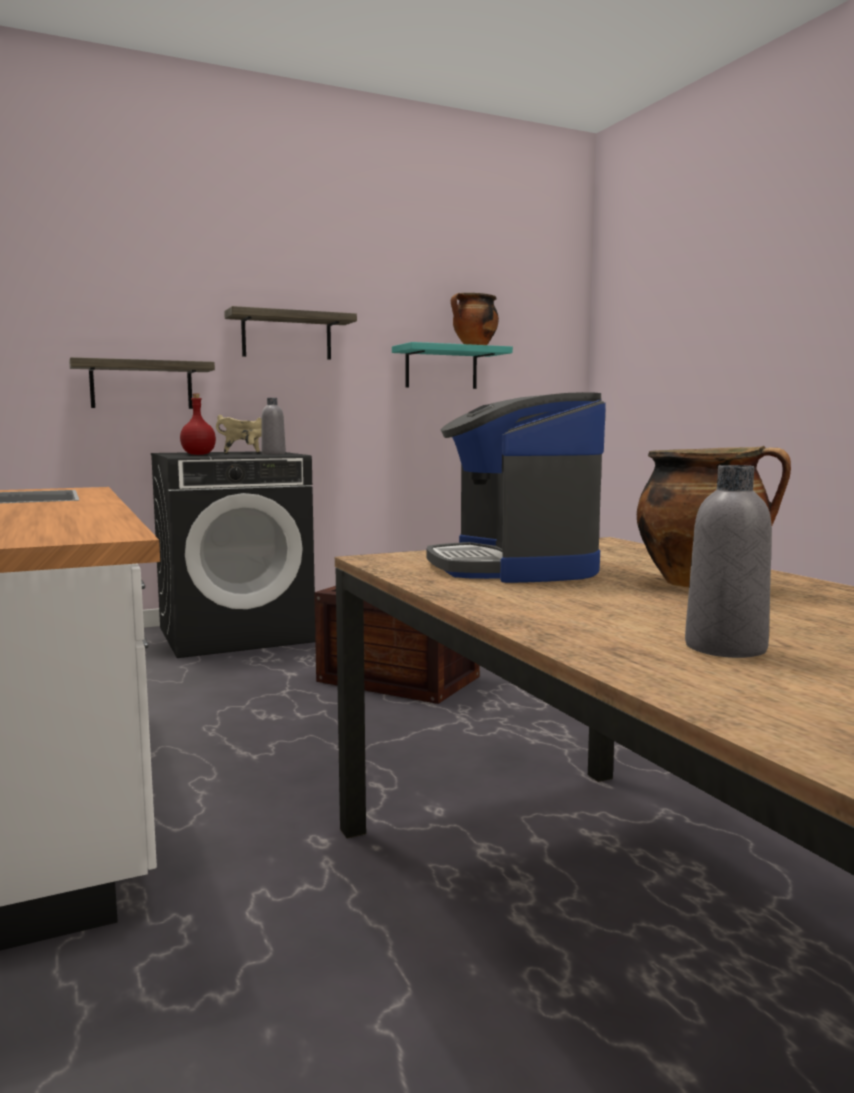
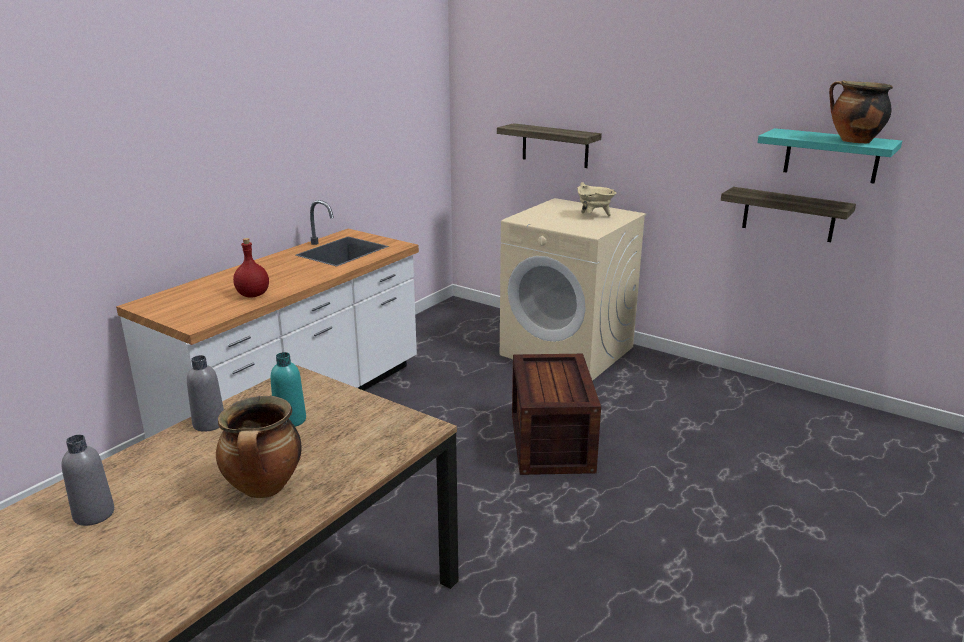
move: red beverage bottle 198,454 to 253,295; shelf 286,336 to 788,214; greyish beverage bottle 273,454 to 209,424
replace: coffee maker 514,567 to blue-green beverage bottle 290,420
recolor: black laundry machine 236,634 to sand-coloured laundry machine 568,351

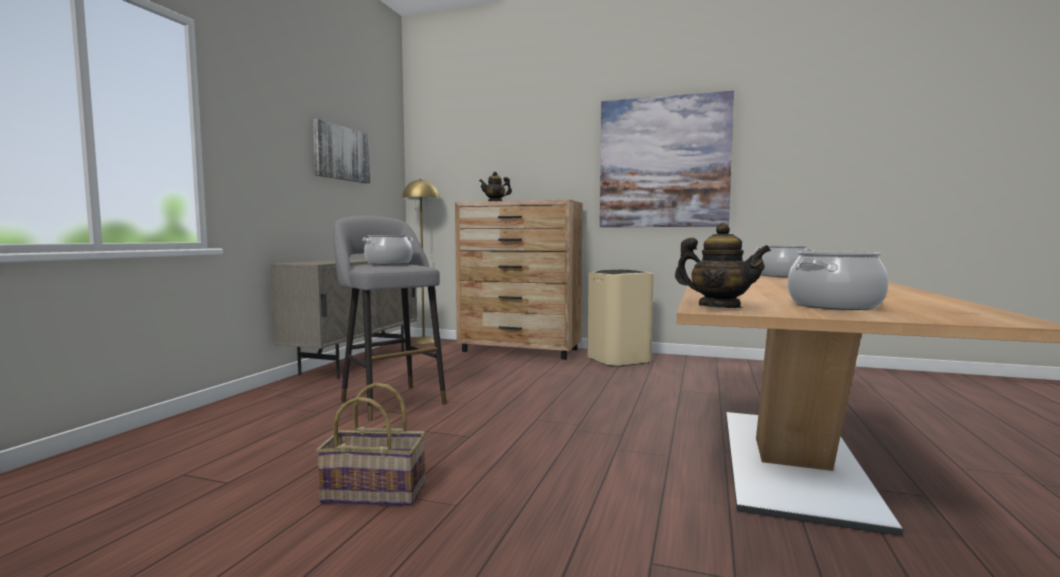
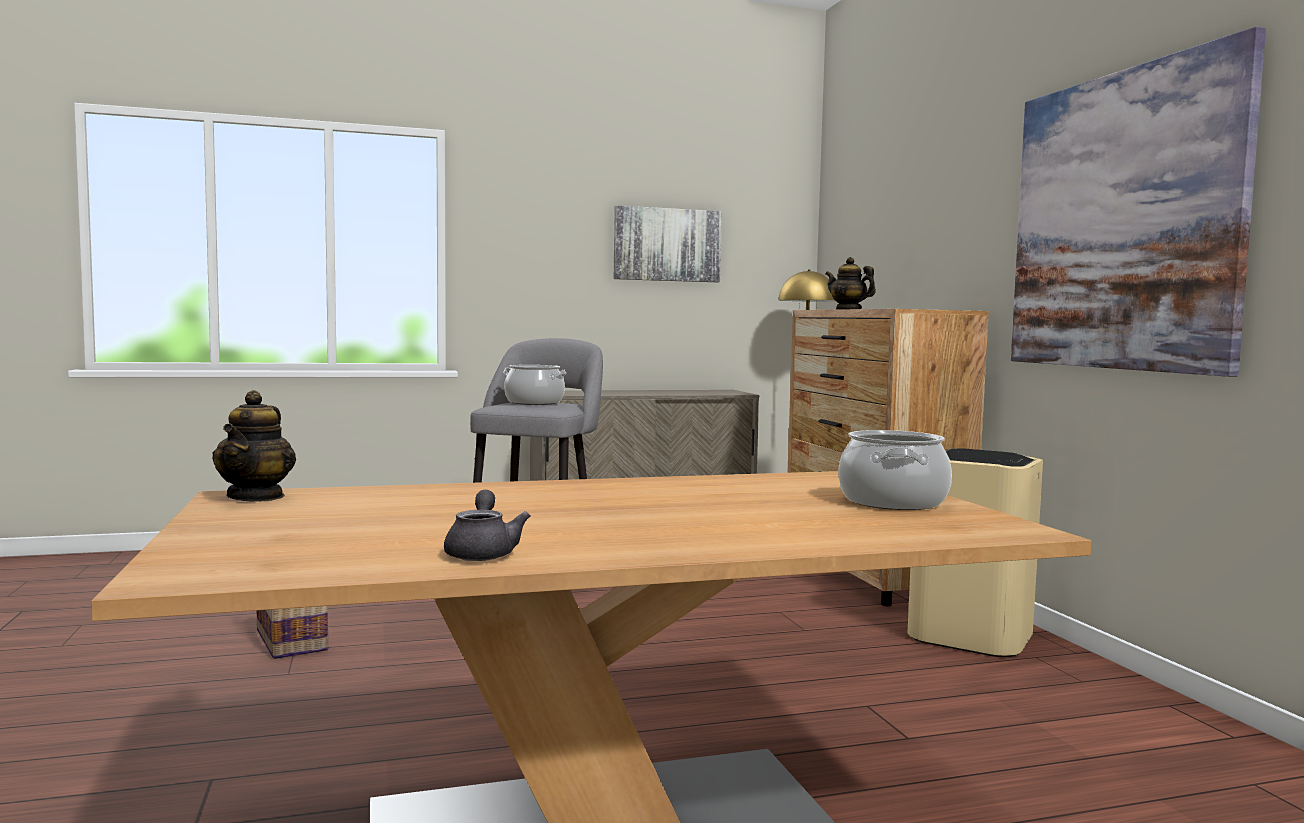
delete: saucepot 834,305
insert: greyish teapot 483,552

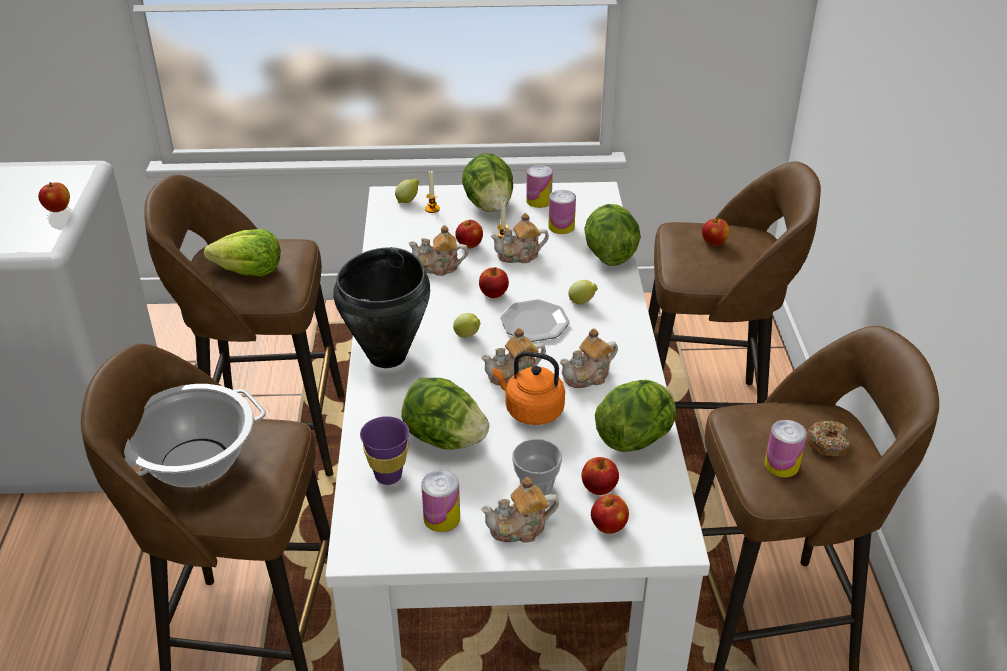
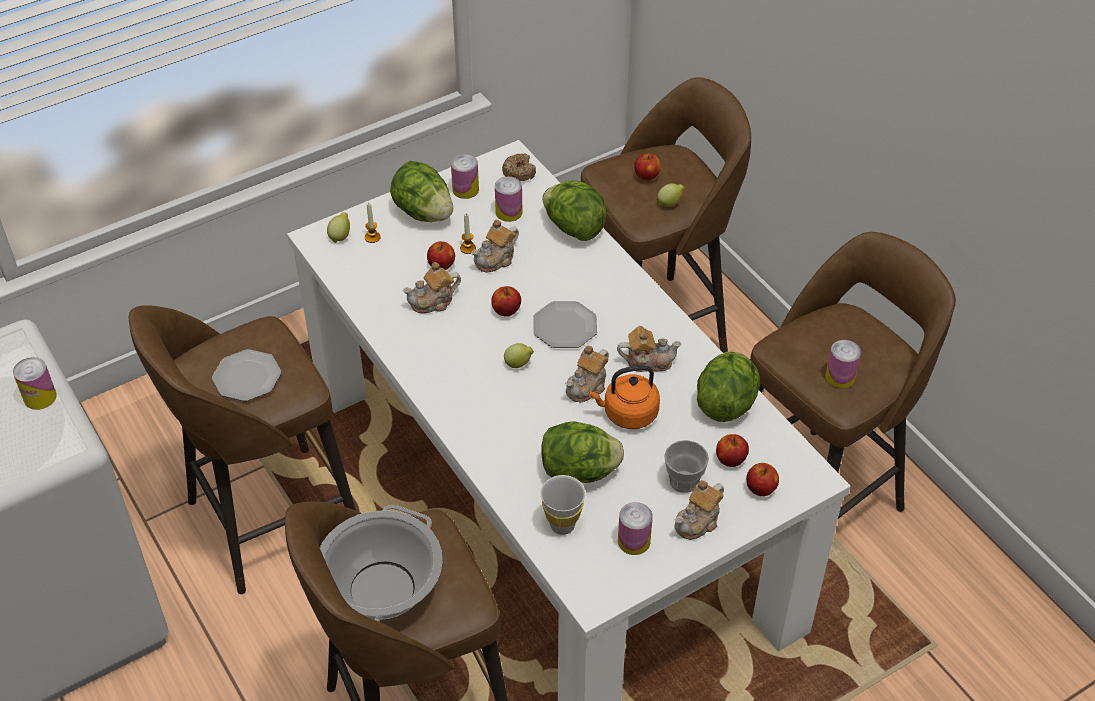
delete: black saucepot 388,356
move: citrus fruit 582,302 to 670,203; ring doughnut 827,444 to 519,172
replace: apple 58,209 to sealed can 40,397; lettuce 249,271 to dinner plate 247,377
recolor: purple drinking cup 388,476 to whitish drinking cup 562,525
rotate: teapot 588,376 = 648,361 120 degrees counterclockwise

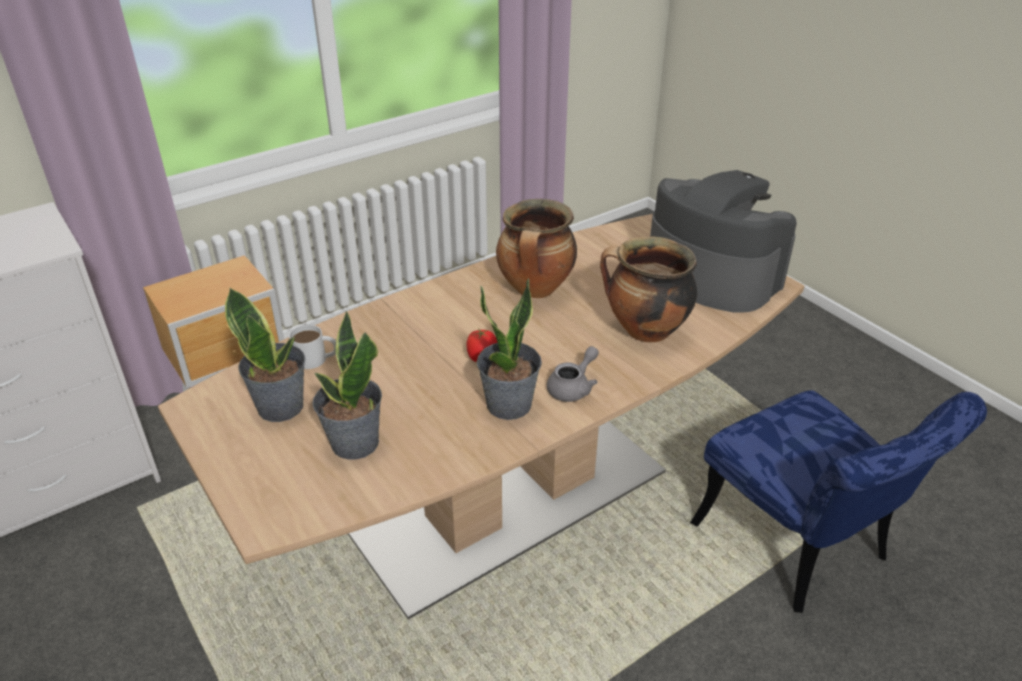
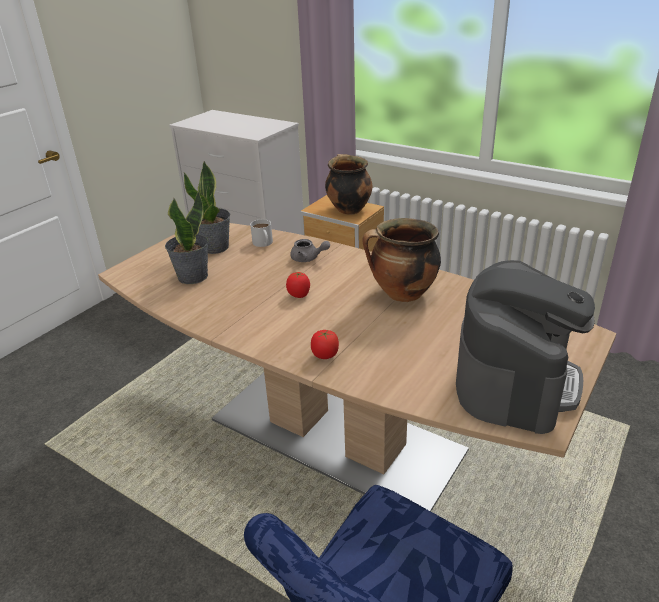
delete: houseplant 509,405
insert: whole tomato 325,355
move: greyish teapot 573,388 to 308,259; saucepot 644,331 to 348,209

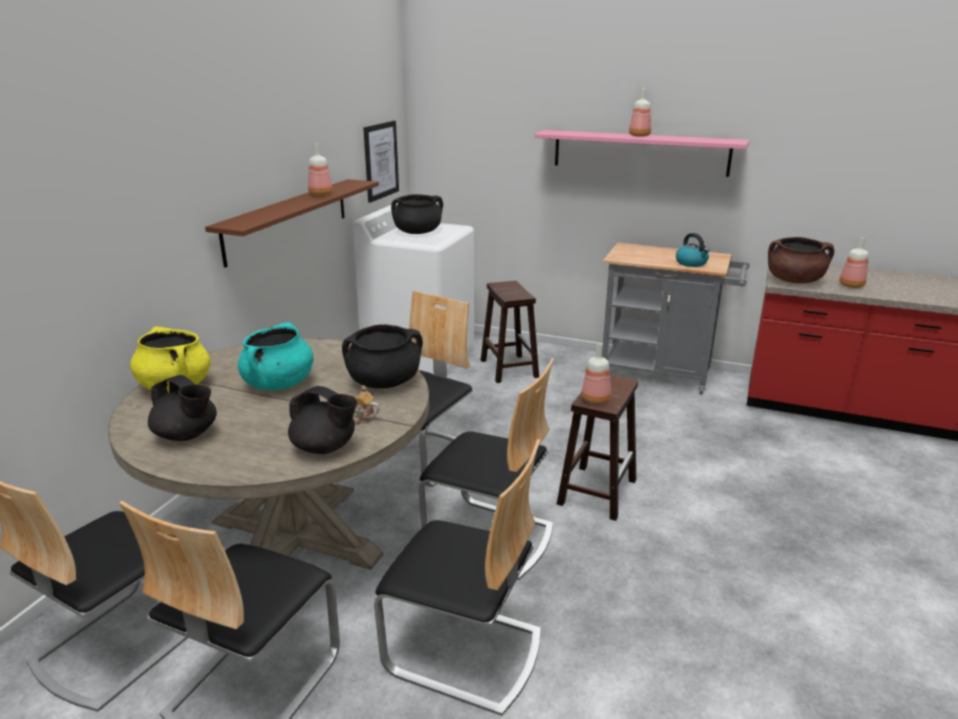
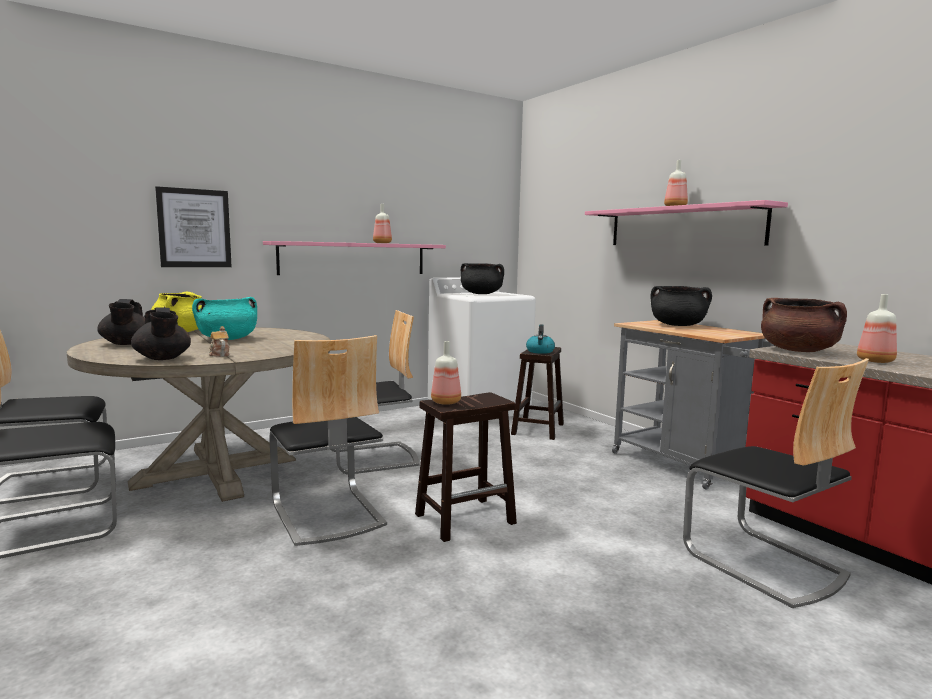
move: black saucepot 384,382 to 678,325; wall picture 380,160 to 194,228; chair 464,652 to 763,563; water kettle 691,263 to 540,351
recolor: brown shelf 288,219 to pink-coloured shelf 354,258

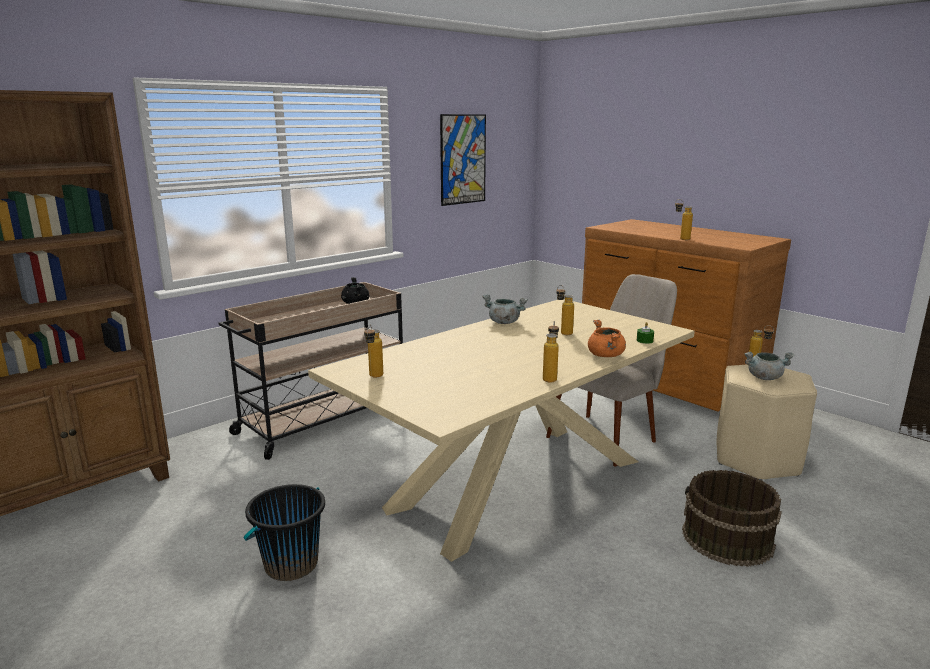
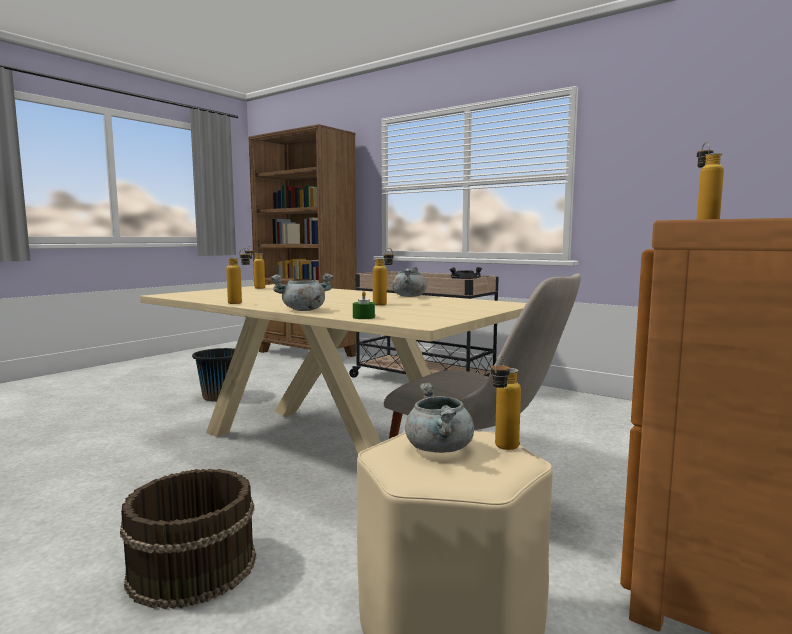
delete: wall picture 463,159
recolor: orangey saucepot 606,355 to greyish saucepot 303,310

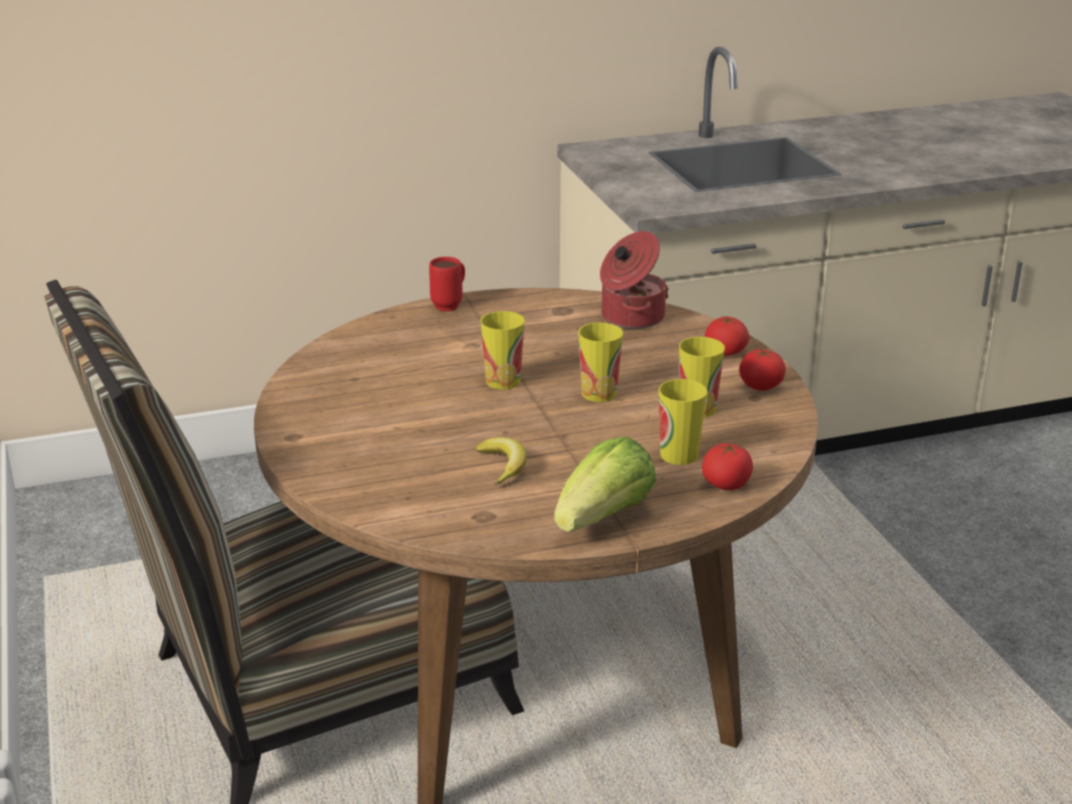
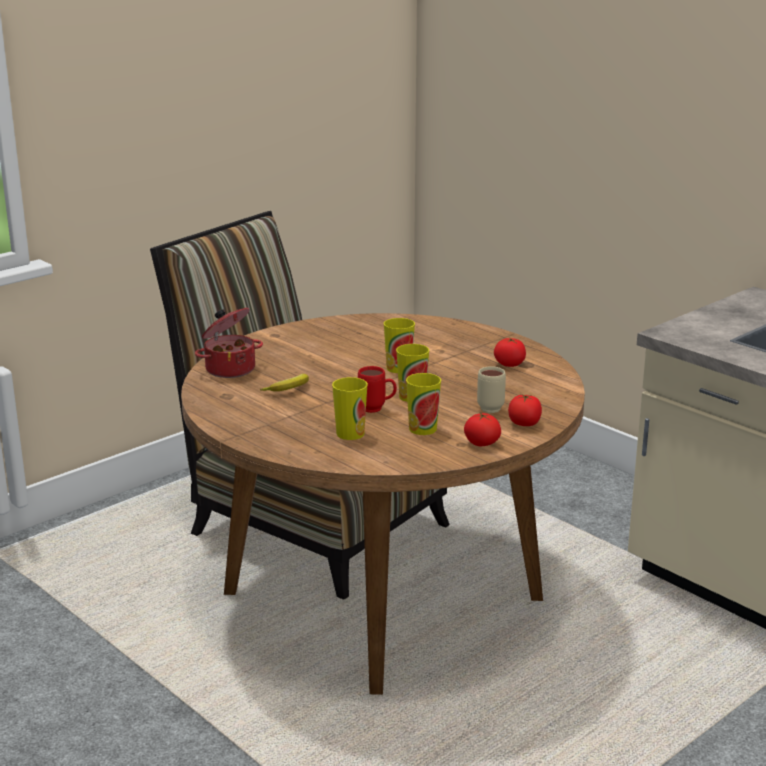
delete: lettuce 604,517
insert: sand-coloured tea mug 488,407
move: red tea mug 451,305 to 377,409; saucepot 630,317 to 229,369; whole tomato 726,484 to 509,364

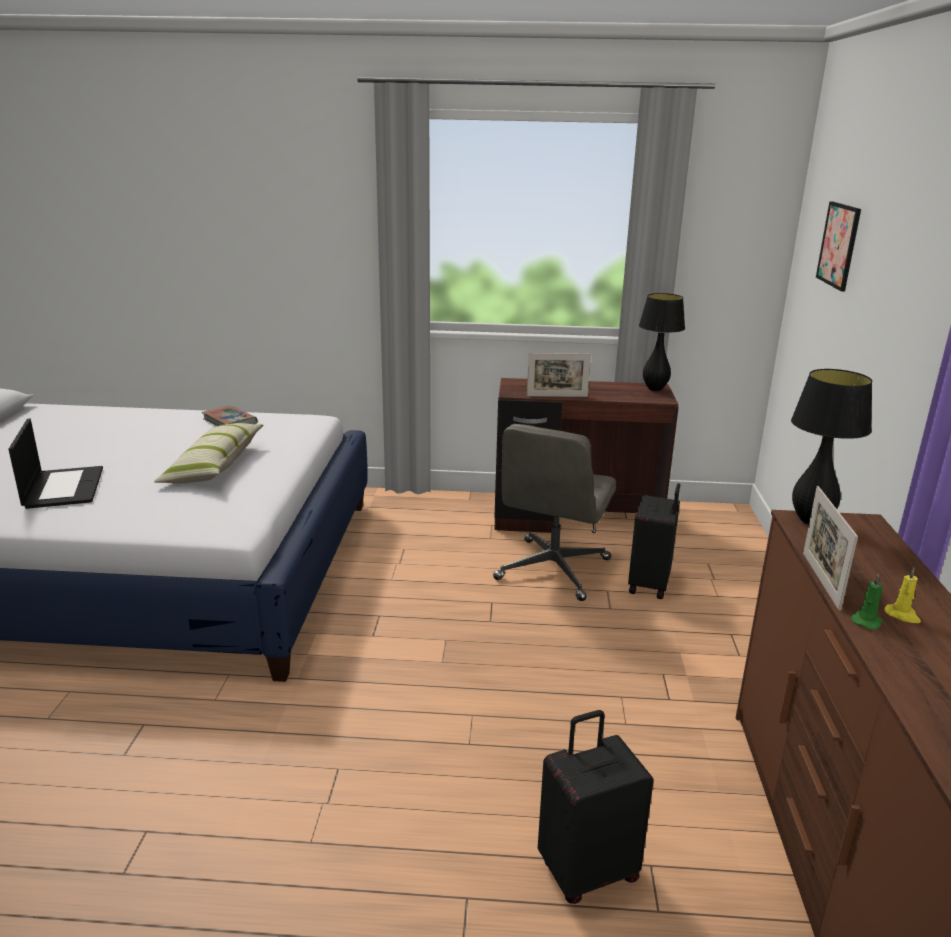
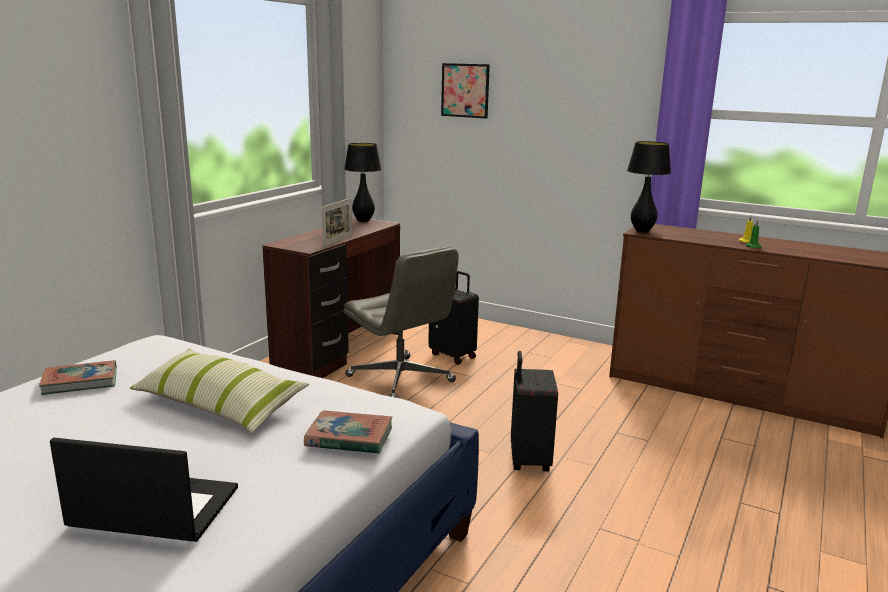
delete: photo frame 820,580
insert: bound book 349,437
move: black suitcase 587,870 to 528,460

